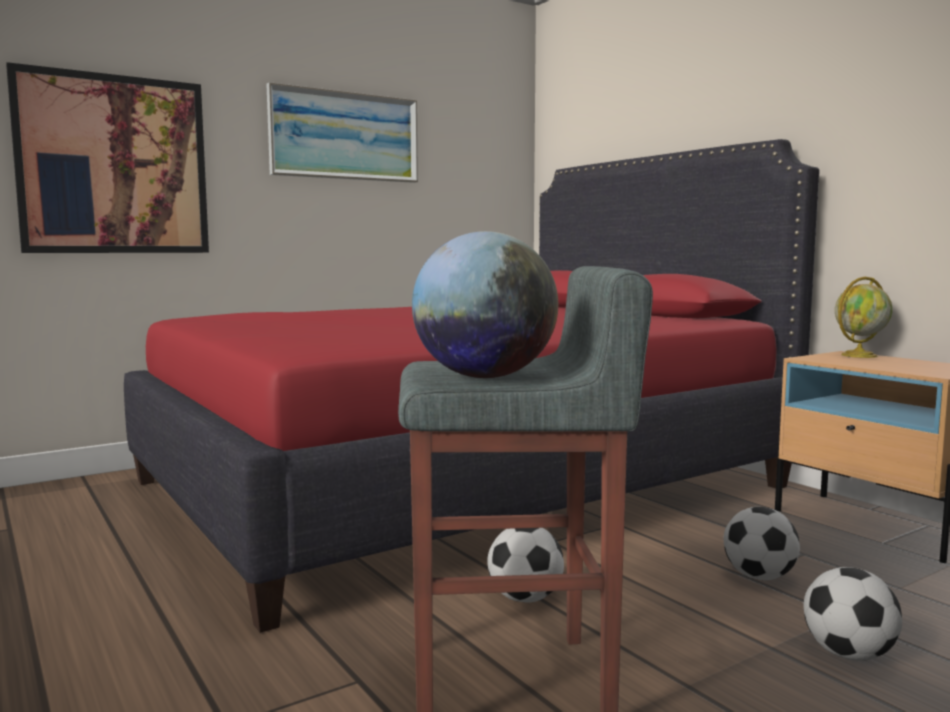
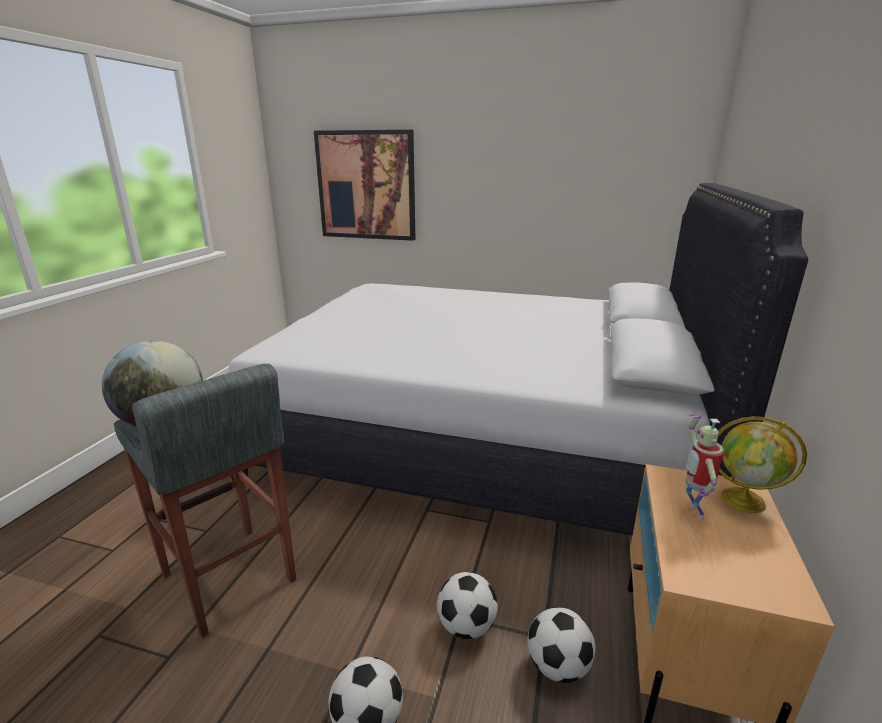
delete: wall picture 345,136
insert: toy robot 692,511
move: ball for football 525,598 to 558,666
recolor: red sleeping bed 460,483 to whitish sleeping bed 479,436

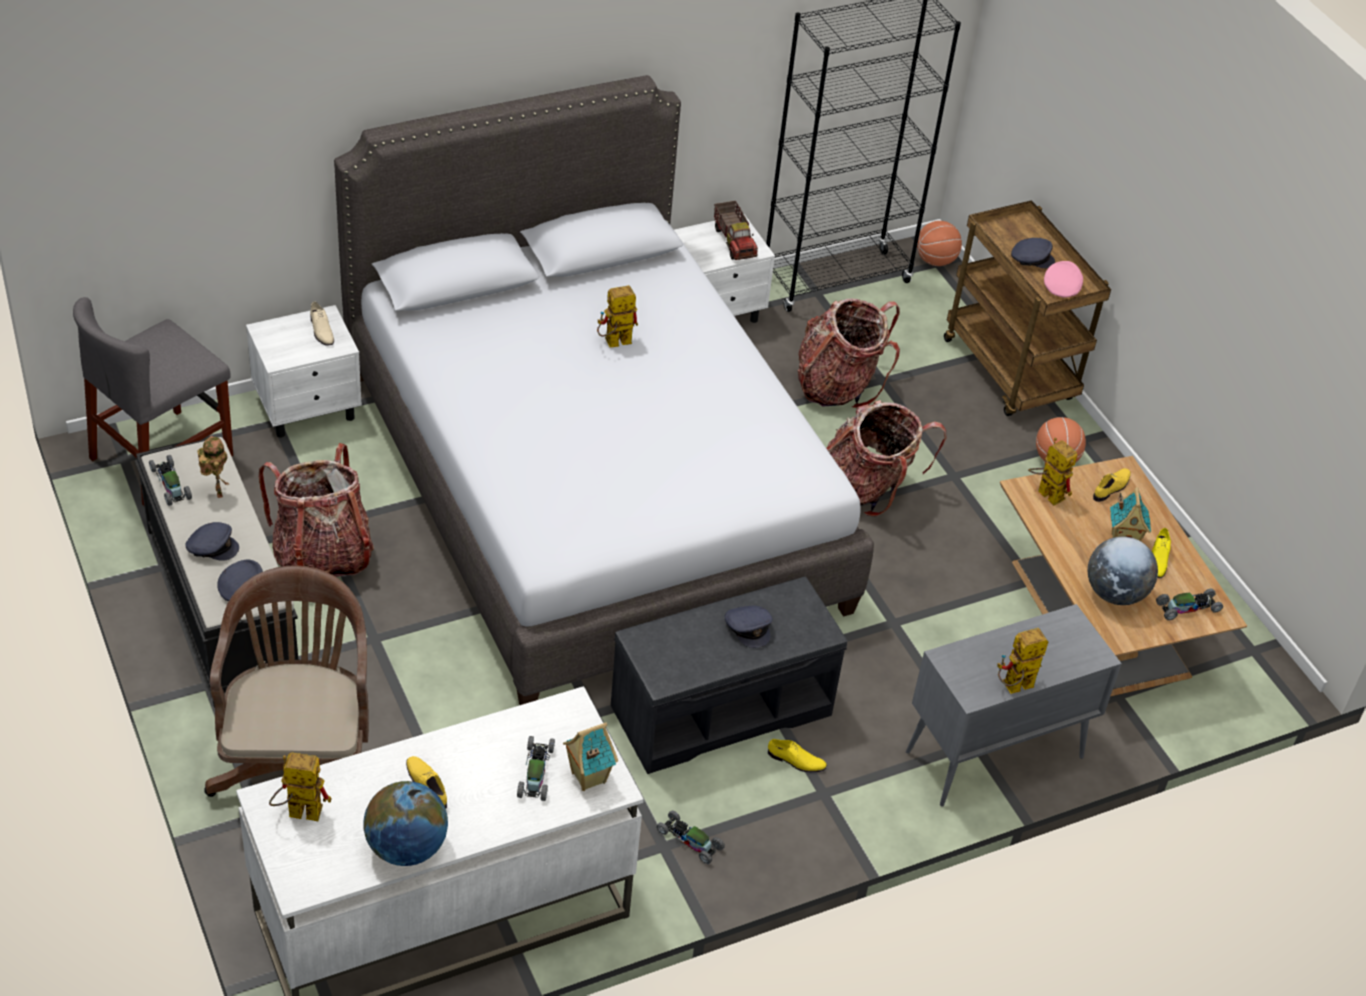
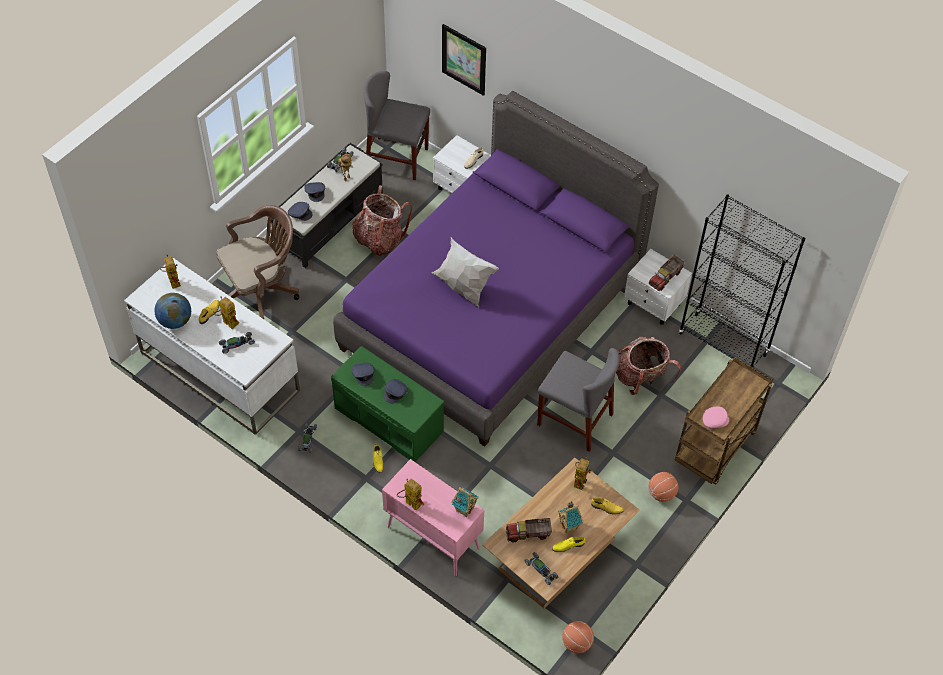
insert: whitish pillow 463,289; wall picture 464,59
move: model house 587,777 to 464,509; toy robot 613,343 to 227,322; basketball ball 936,260 to 577,643; greyish cap 1031,258 to 363,374
replace: knapsack 868,489 to greyish chair 574,419; world globe 1115,593 to toy truck 528,534
recolor: greyish sleeping bed 591,488 to purple sleeping bed 491,312; greyish indoor bench 722,708 to green-coloured indoor bench 390,419; greyish cupboard 993,755 to pink-coloured cupboard 432,537

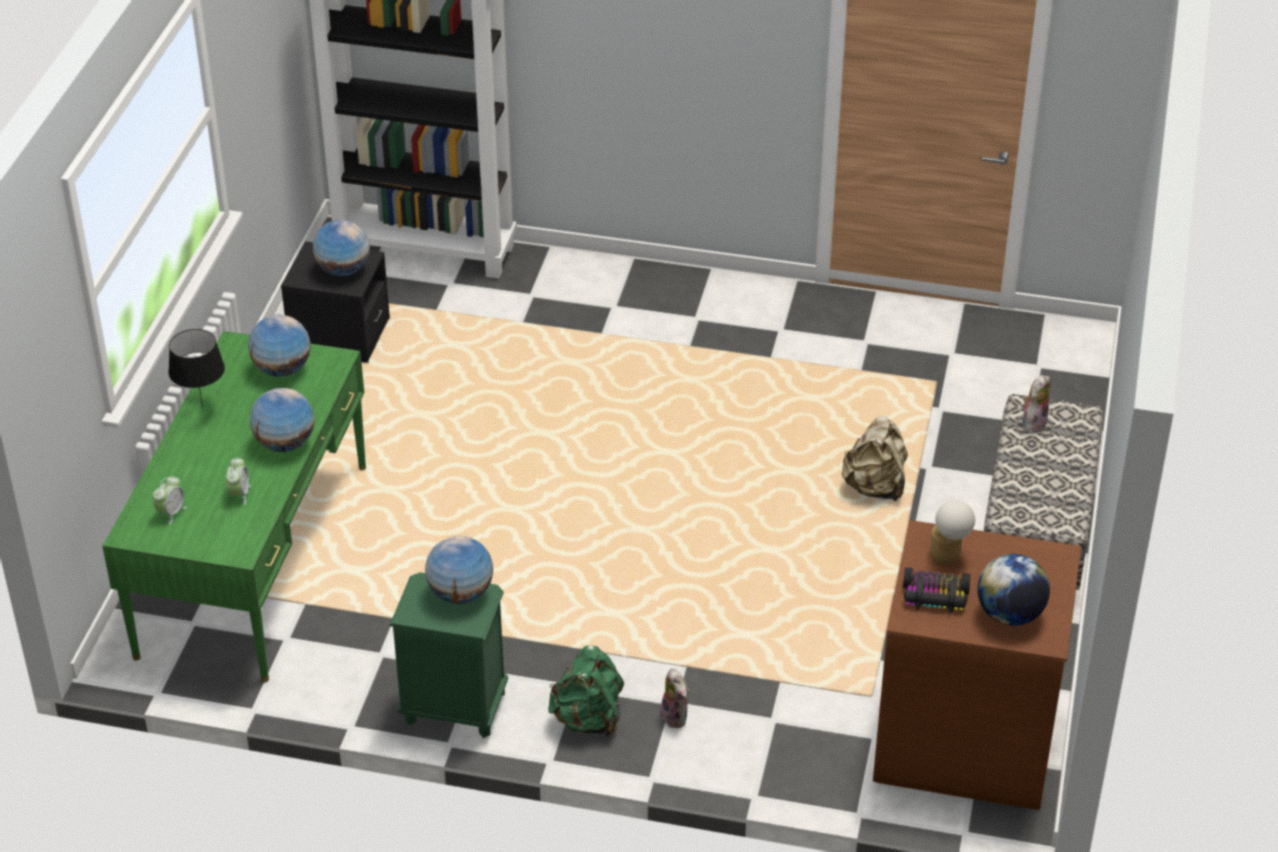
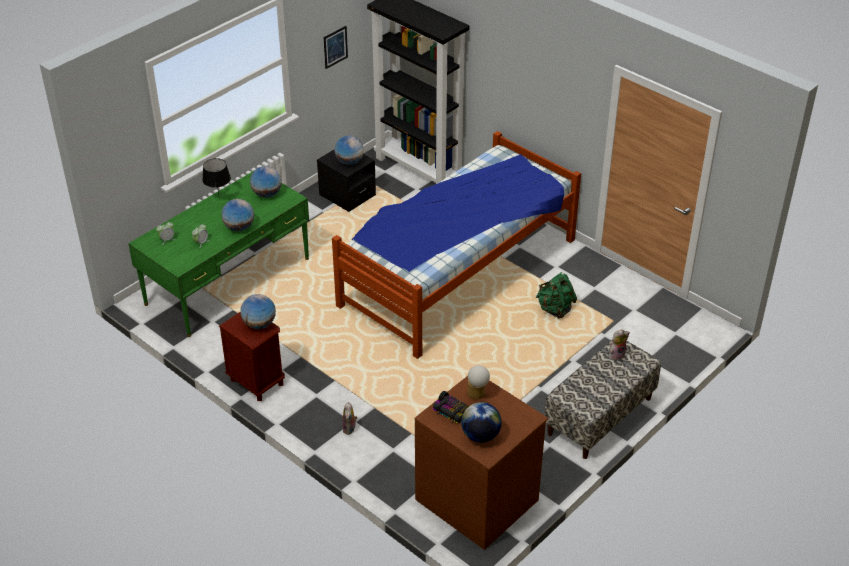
delete: sand-coloured knapsack 875,487
insert: wall picture 335,47; sleeping bed 457,271
move: green-coloured knapsack 588,719 to 555,309
recolor: green-coloured bedside table 454,708 to brown bedside table 256,382

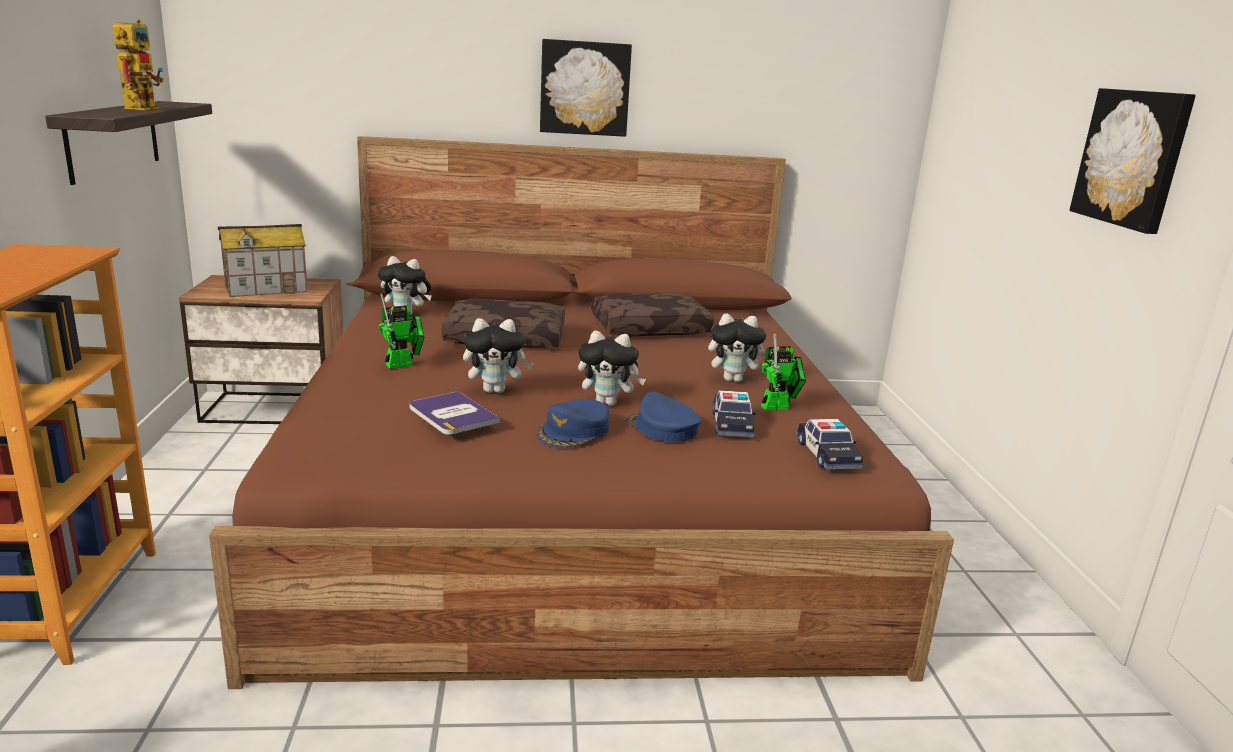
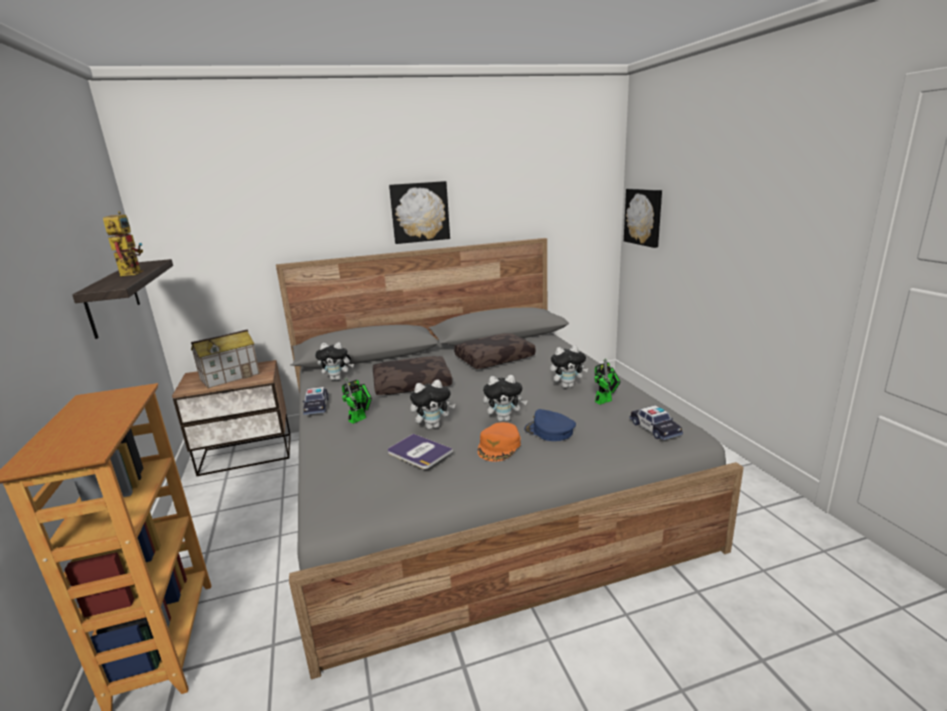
move: miniature car 731,424 to 317,406; wall picture 1133,158 to 644,217
recolor: brown sleeping bed 575,500 to greyish sleeping bed 472,477; blue cap 574,432 to orangey cap 499,446

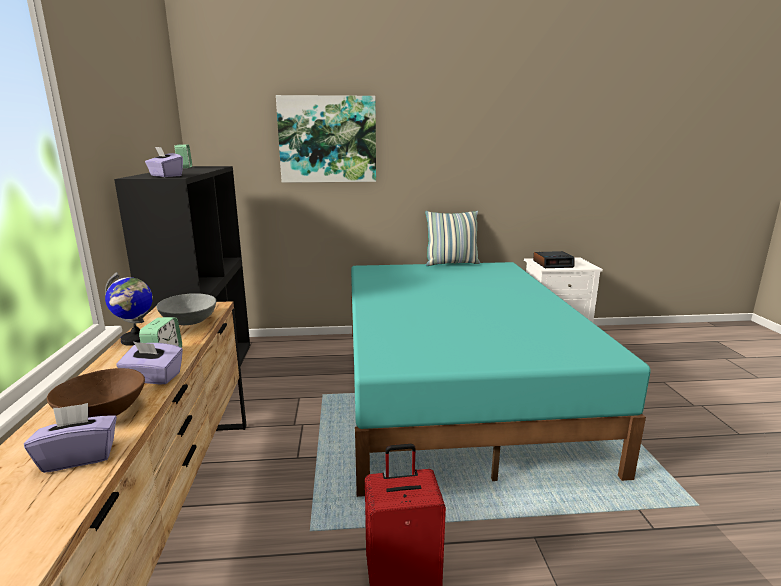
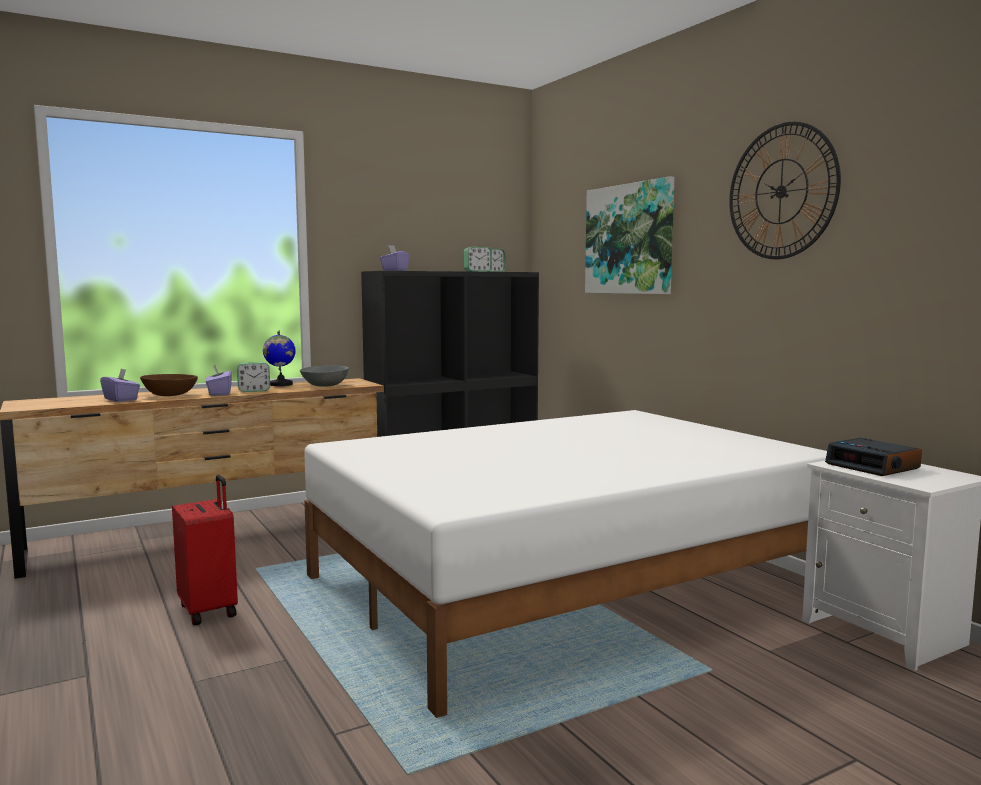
delete: pillow 451,263
insert: bedside clock 477,271; clock on the wall 781,191
recolor: blue-green sleeping bed 456,388 to whitish sleeping bed 566,585

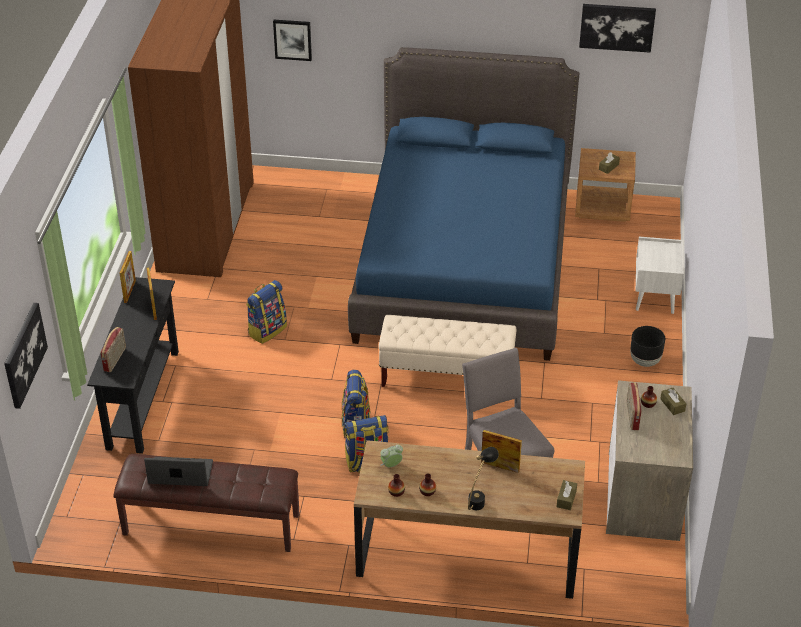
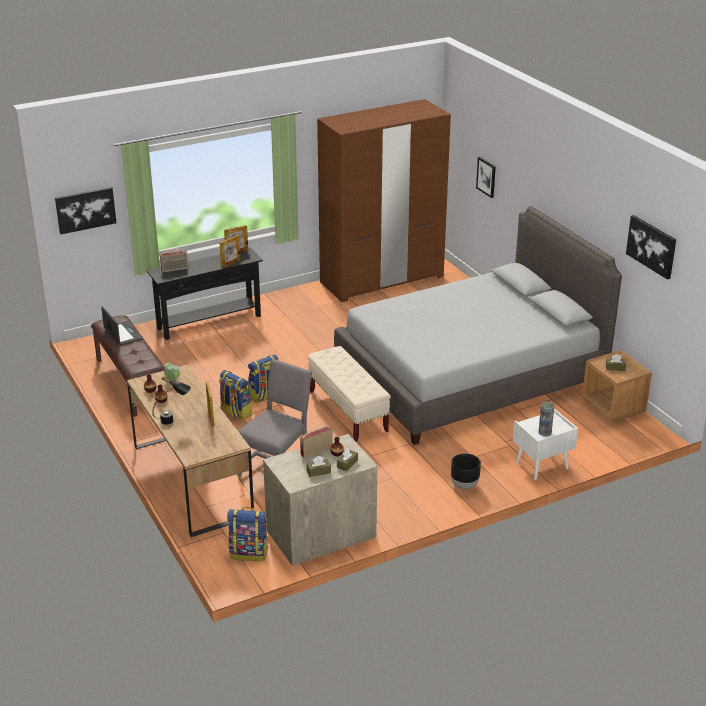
insert: vase 545,432
move: knapsack 267,330 to 249,553; brown tissue holder 566,499 to 318,472
recolor: blue sleeping bed 464,263 to greyish sleeping bed 470,376

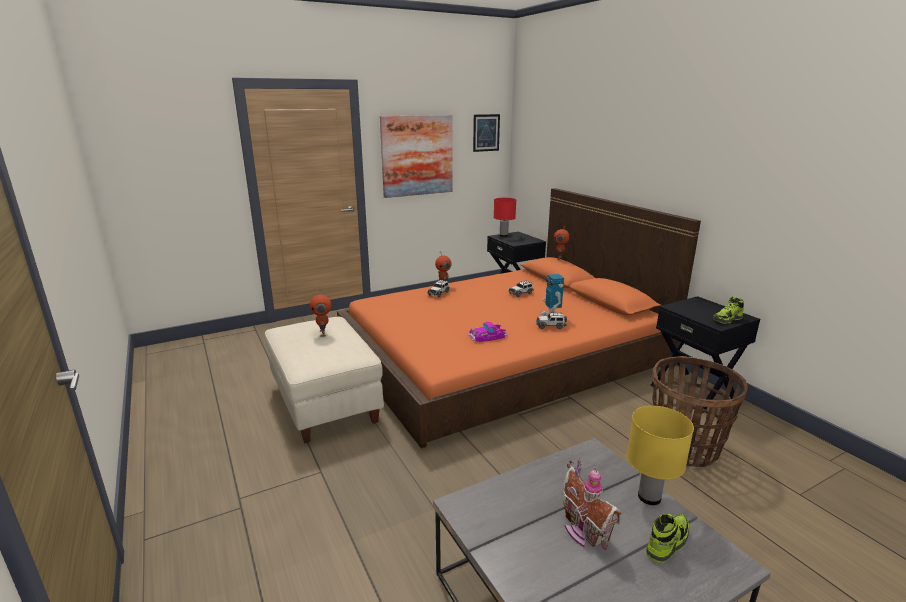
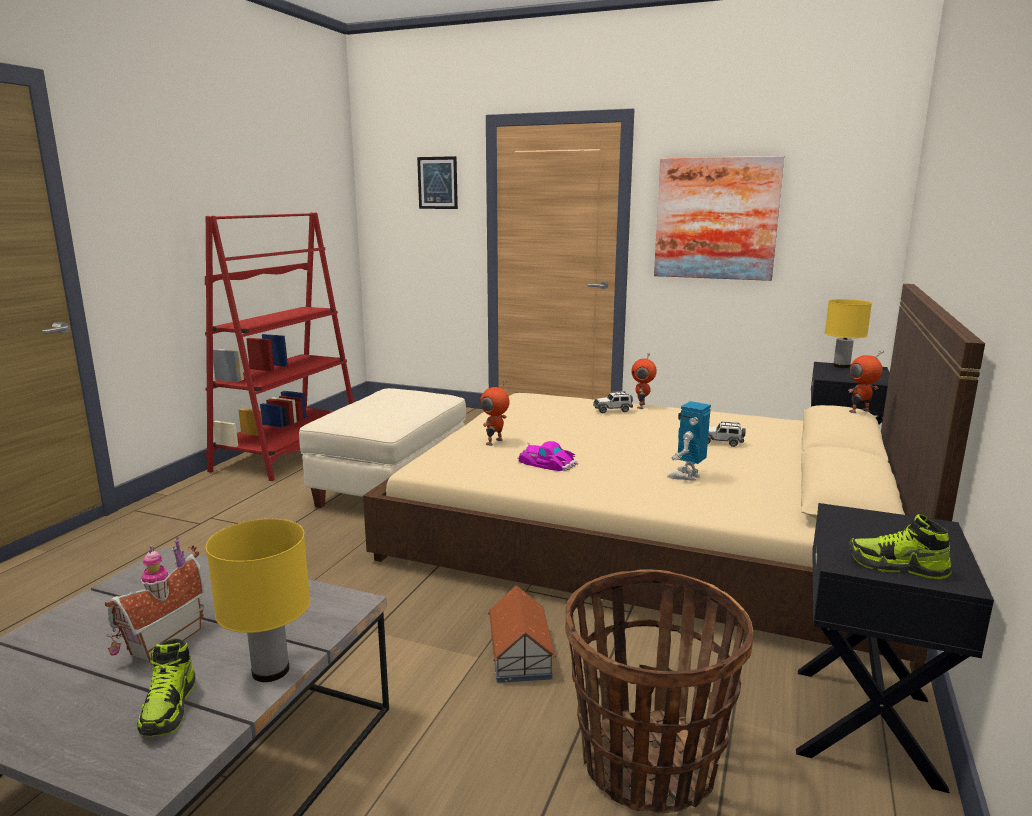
delete: miniature car 550,326
insert: red bookcase 289,452; model house 520,654
move: toy robot 323,333 to 495,442; wall picture 486,133 to 437,183
recolor: orangey sleeping bed 502,356 to sand-coloured sleeping bed 649,529; red table lamp 504,235 to yellowish table lamp 842,366
rotate: item of footwear 667,543 = 169,708 75 degrees clockwise

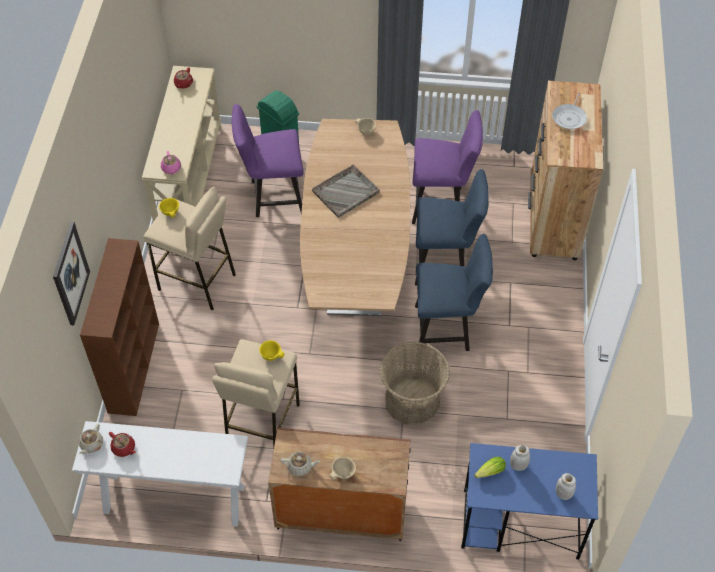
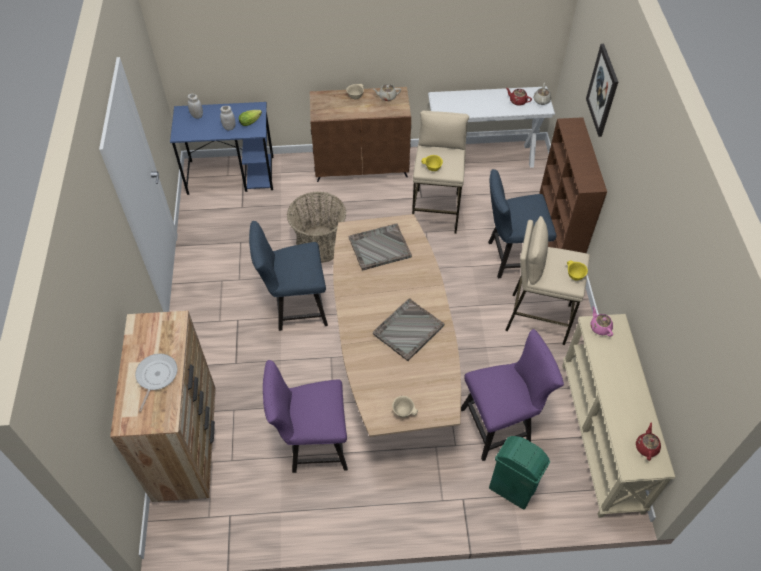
insert: greyish serving tray 379,248
move: blue chair 445,264 to 510,258

